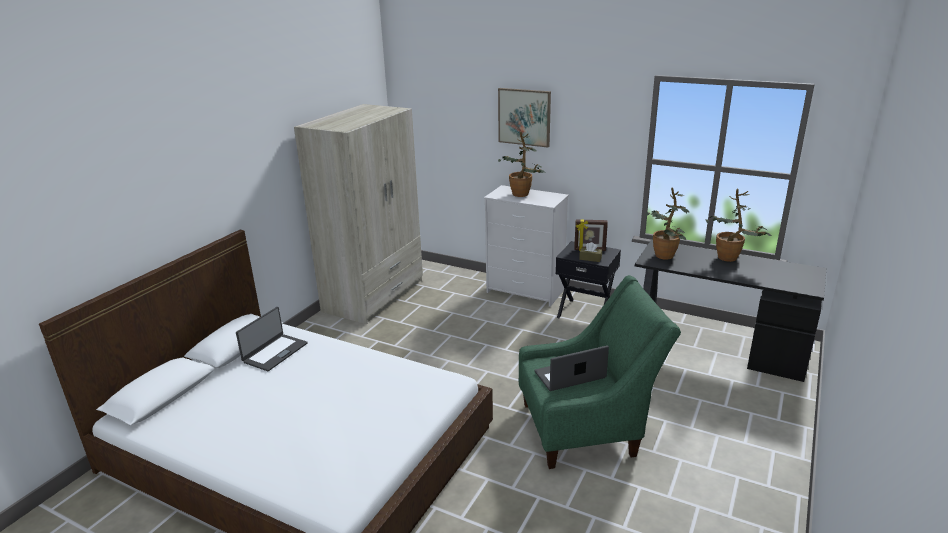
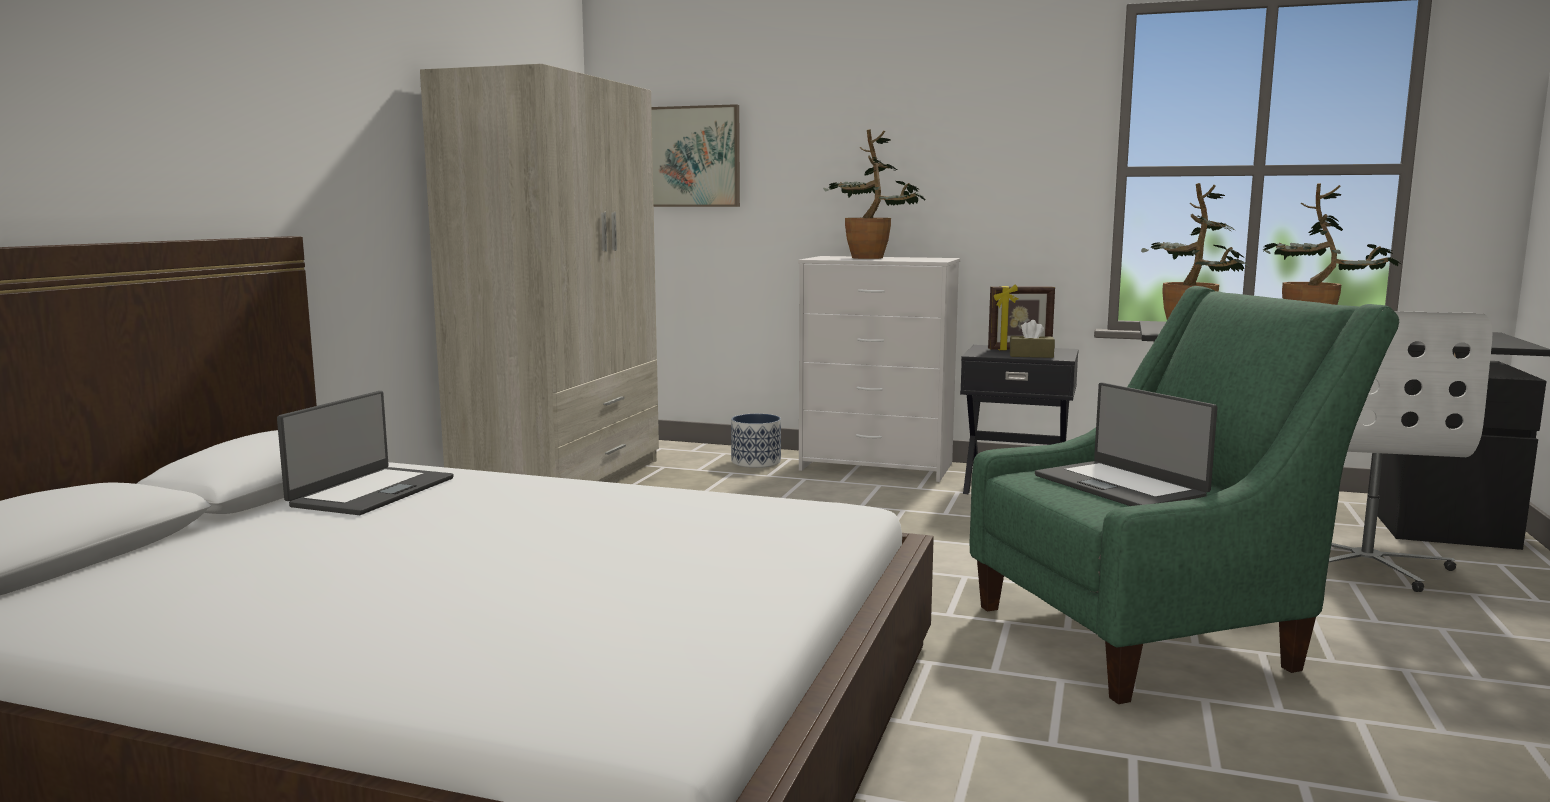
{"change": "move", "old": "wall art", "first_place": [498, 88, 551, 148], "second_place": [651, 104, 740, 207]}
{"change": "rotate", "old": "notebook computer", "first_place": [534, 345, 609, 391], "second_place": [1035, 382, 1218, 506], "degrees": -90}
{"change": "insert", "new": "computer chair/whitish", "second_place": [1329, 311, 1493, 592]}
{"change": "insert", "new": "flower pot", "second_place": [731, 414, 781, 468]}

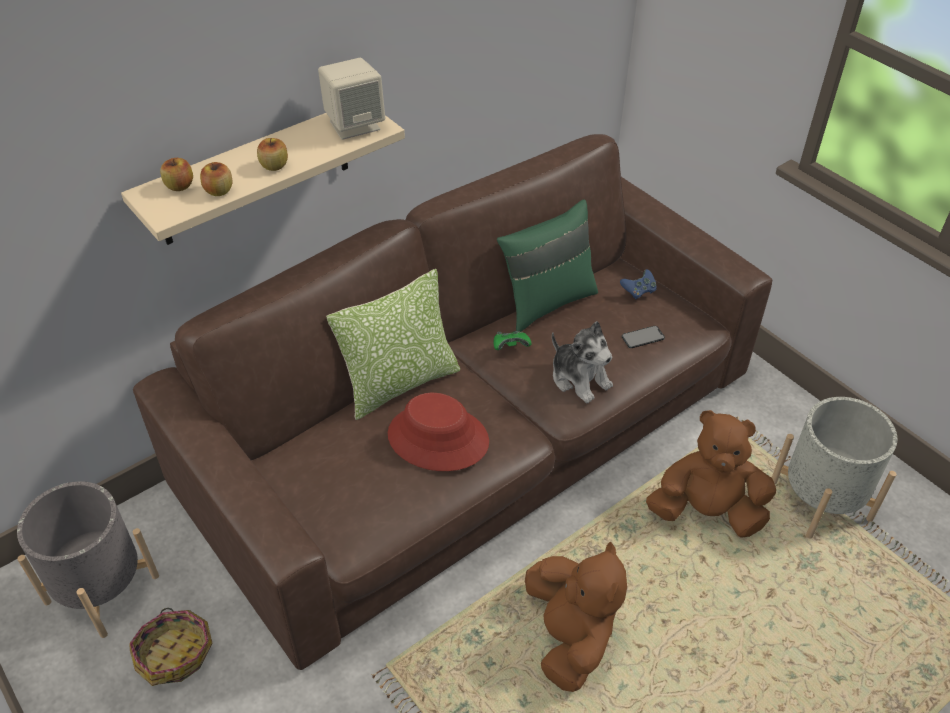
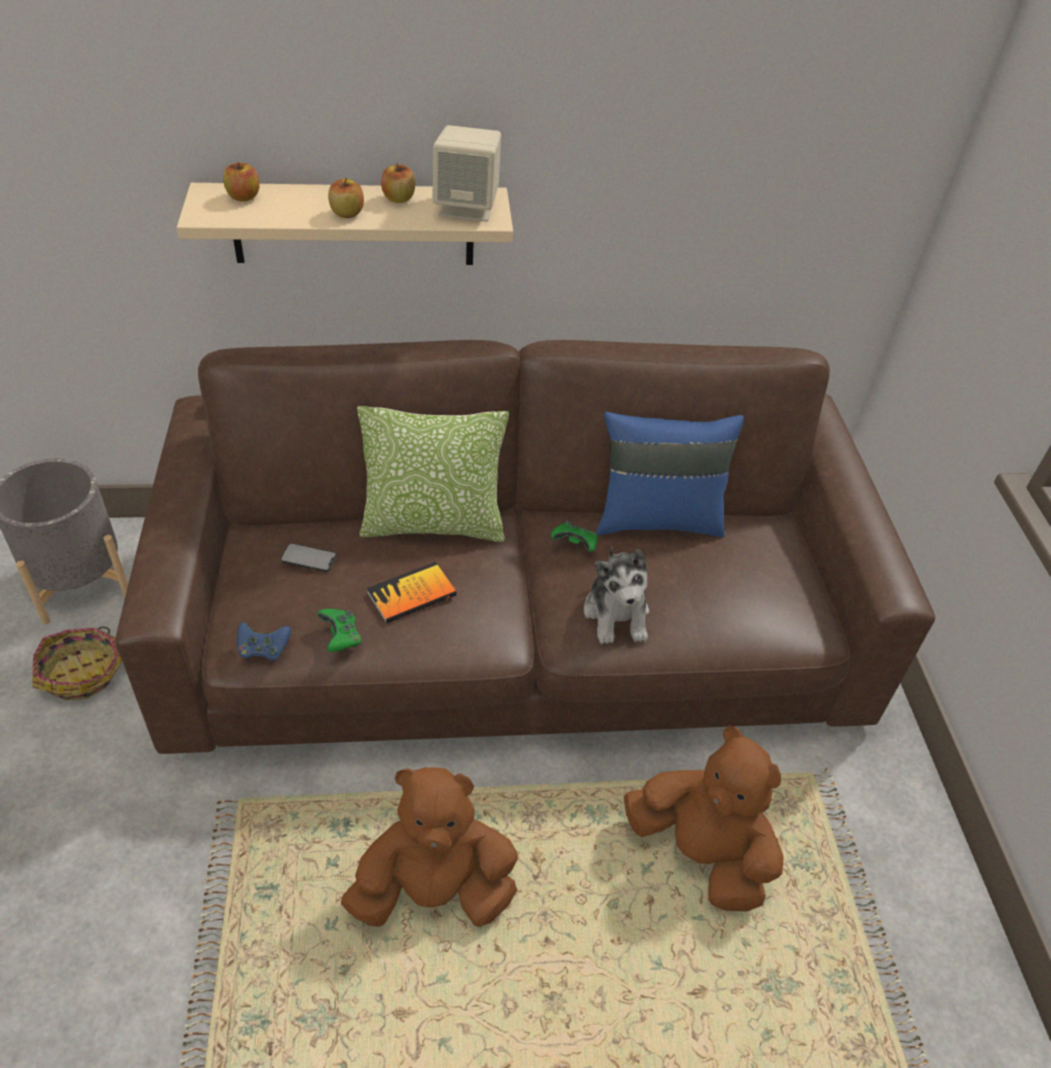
{"change": "move", "old": "apple", "first_place": [200, 162, 232, 196], "second_place": [381, 163, 415, 203]}
{"change": "recolor", "old": "throw pillow/green", "new": "throw pillow/bluish", "first_place": [497, 199, 598, 332], "second_place": [596, 412, 744, 537]}
{"change": "move", "old": "joypad/bluish", "first_place": [620, 269, 657, 299], "second_place": [237, 622, 291, 661]}
{"change": "move", "old": "telephone", "first_place": [622, 326, 665, 348], "second_place": [280, 543, 337, 572]}
{"change": "replace", "old": "clothing hat/reddish", "new": "bound book", "first_place": [388, 393, 489, 471], "second_place": [367, 562, 457, 624]}
{"change": "delete", "old": "flower pot/greyish", "first_place": [772, 397, 897, 539]}
{"change": "rotate", "old": "soft toy/brownish", "first_place": [525, 541, 627, 692], "second_place": [341, 767, 518, 927], "degrees": -120}
{"change": "insert", "new": "joypad/green", "second_place": [317, 609, 362, 652]}

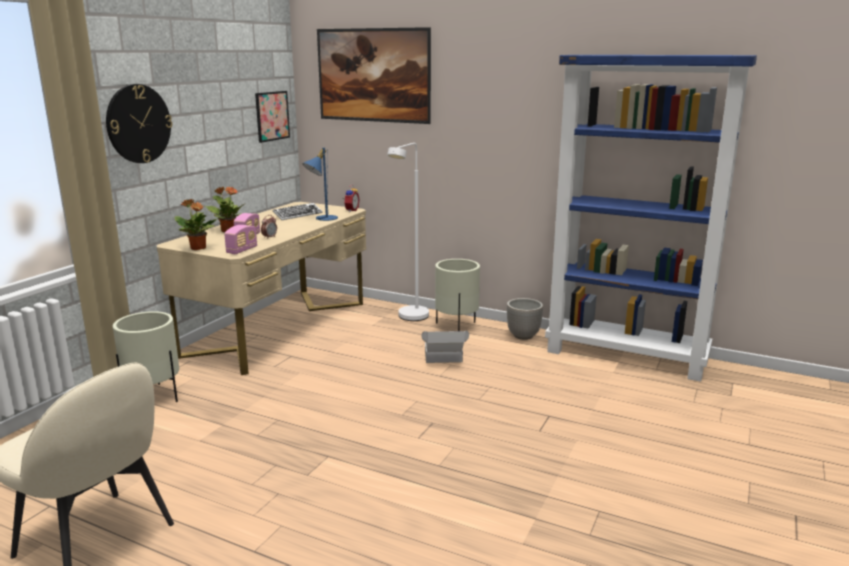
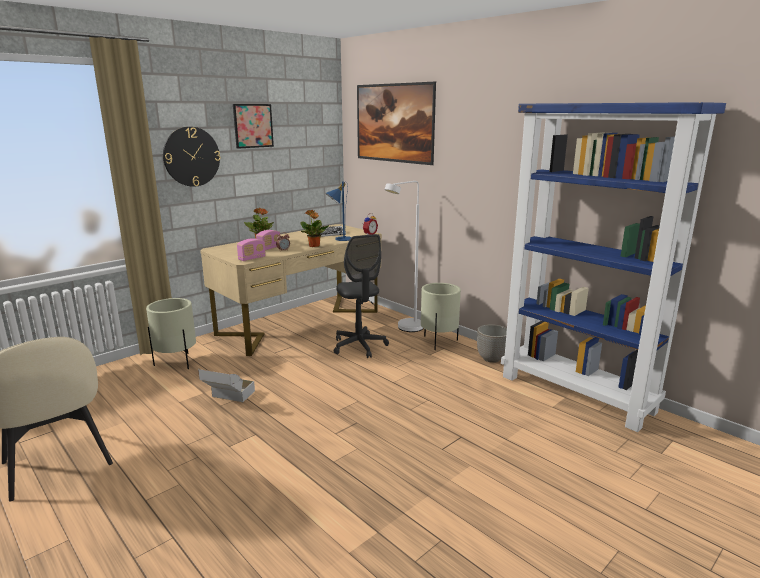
{"change": "move", "old": "wall art", "first_place": [255, 91, 290, 143], "second_place": [233, 104, 274, 149]}
{"change": "move", "old": "potted plant", "first_place": [174, 199, 218, 250], "second_place": [300, 210, 329, 247]}
{"change": "move", "old": "packing box", "first_place": [421, 331, 469, 363], "second_place": [198, 369, 255, 402]}
{"change": "insert", "new": "computer chair/greyish", "second_place": [334, 234, 389, 358]}

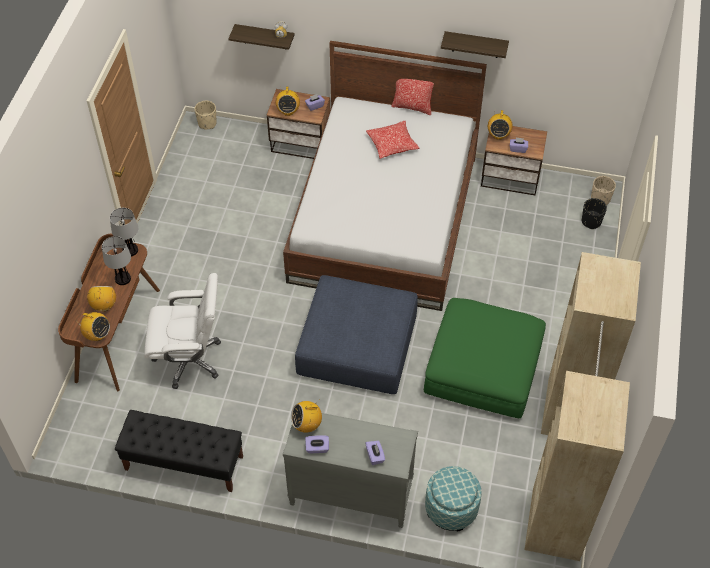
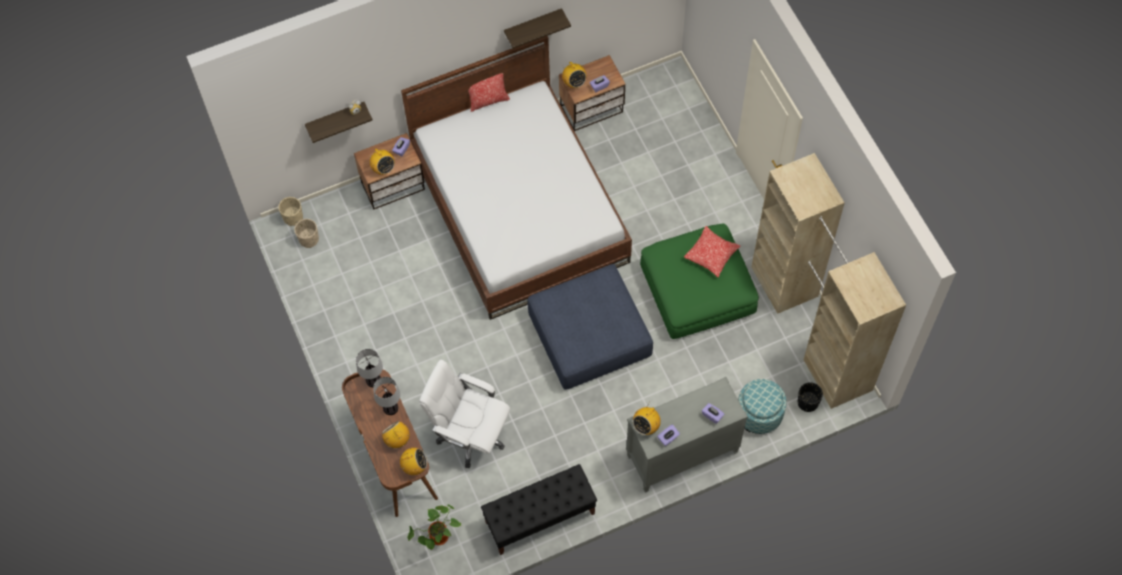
{"change": "move", "old": "throw pillow", "first_place": [366, 121, 420, 159], "second_place": [684, 226, 740, 277]}
{"change": "move", "old": "flower pot/sand-coloured", "first_place": [591, 176, 616, 205], "second_place": [294, 219, 319, 248]}
{"change": "move", "old": "flower pot/black-coloured", "first_place": [582, 198, 607, 229], "second_place": [798, 382, 823, 412]}
{"change": "rotate", "old": "computer chair/whitish", "first_place": [144, 273, 221, 389], "second_place": [419, 360, 510, 468], "degrees": -120}
{"change": "insert", "new": "potted plant", "second_place": [408, 504, 462, 549]}

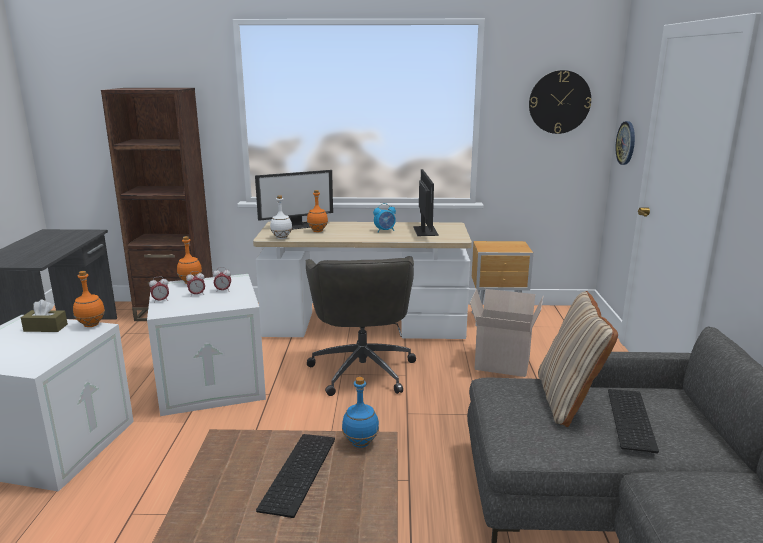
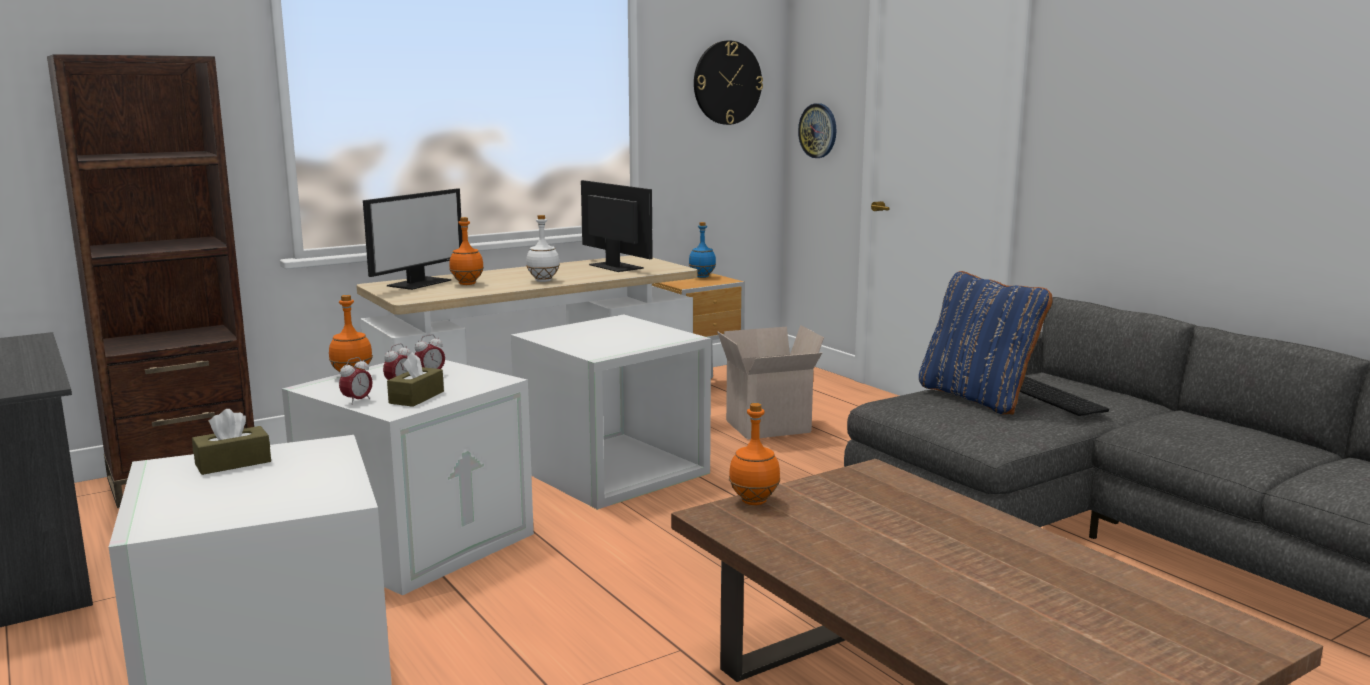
{"change": "move", "old": "beverage bottle/whitish", "first_place": [270, 195, 292, 239], "second_place": [526, 215, 560, 282]}
{"change": "delete", "old": "table clock", "first_place": [373, 203, 396, 232]}
{"change": "replace", "old": "computer chair/greyish", "new": "storage box/whitish", "first_place": [305, 256, 416, 396], "second_place": [511, 314, 711, 510]}
{"change": "move", "old": "beverage bottle/orange", "first_place": [73, 271, 105, 327], "second_place": [729, 403, 780, 505]}
{"change": "recolor", "old": "throw pillow/sand-coloured", "new": "throw pillow/bluish", "first_place": [538, 291, 618, 427], "second_place": [919, 271, 1052, 415]}
{"change": "move", "old": "beverage bottle/bluish", "first_place": [342, 377, 379, 448], "second_place": [689, 222, 716, 278]}
{"change": "delete", "old": "computer keyboard", "first_place": [256, 434, 335, 518]}
{"change": "insert", "new": "tissue holder/brownish", "second_place": [387, 352, 444, 407]}

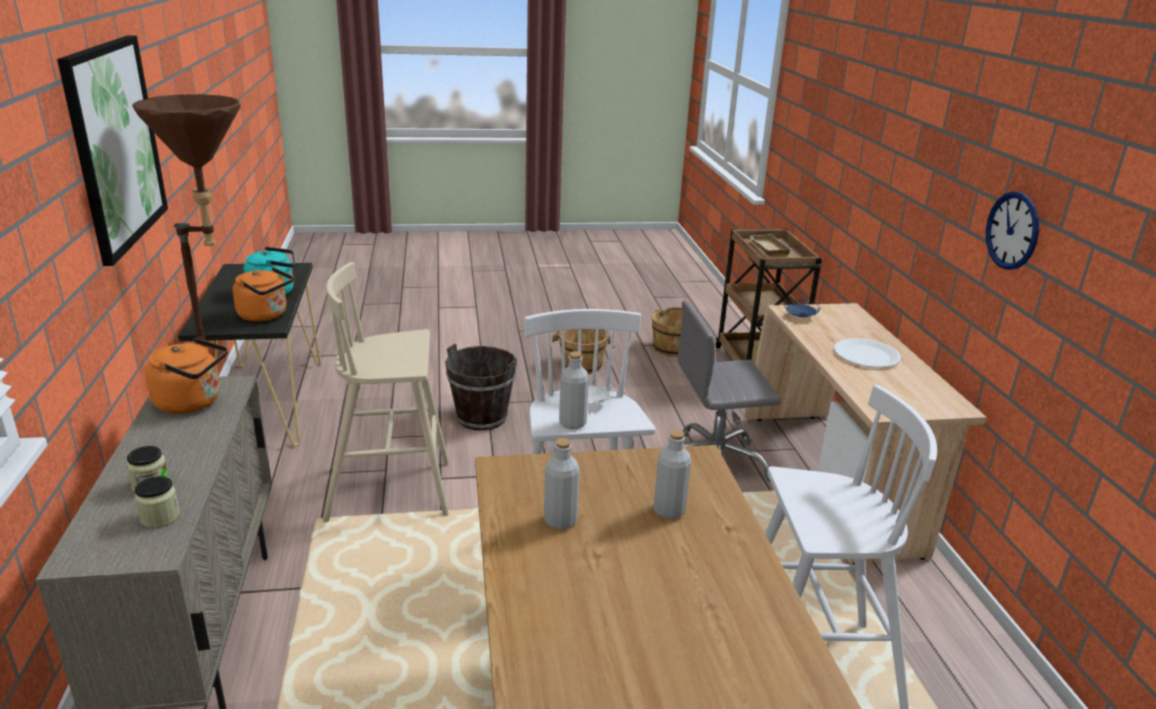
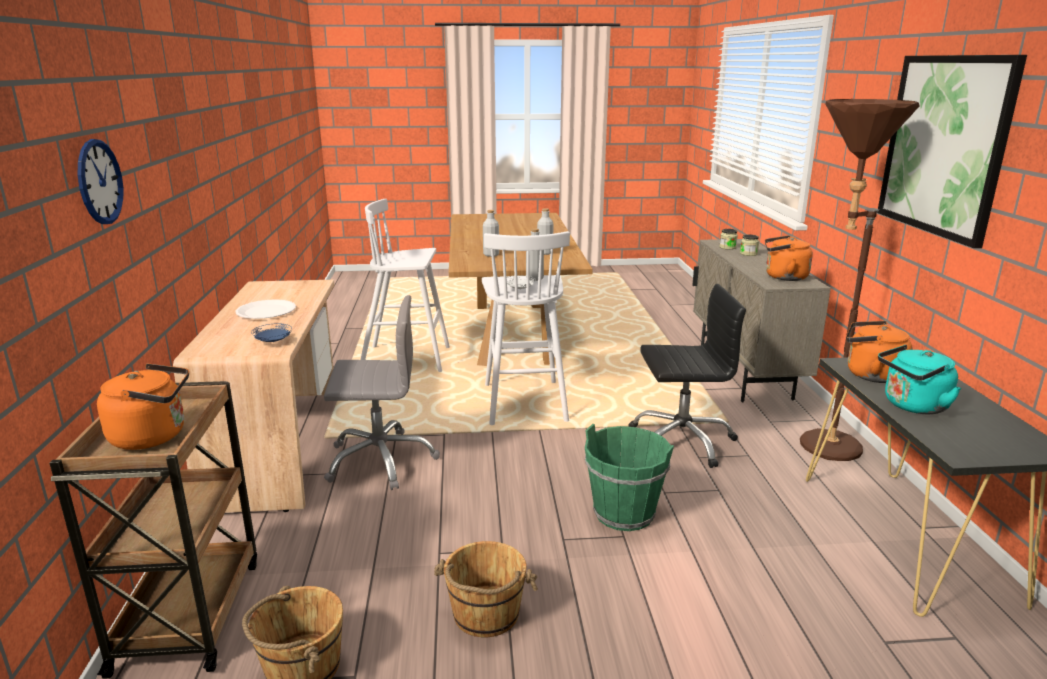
{"change": "move", "old": "clock on the wall", "first_place": [986, 192, 1039, 270], "second_place": [78, 139, 124, 224]}
{"change": "replace", "old": "tray/sand-coloured", "new": "kettle/orange", "first_place": [749, 234, 793, 256], "second_place": [97, 363, 189, 450]}
{"change": "replace", "old": "stool/sand-coloured", "new": "computer chair/black-coloured", "first_place": [322, 262, 449, 522], "second_place": [628, 284, 746, 468]}
{"change": "recolor", "old": "bucket/brownish", "new": "bucket/green", "first_place": [445, 344, 517, 431], "second_place": [585, 424, 674, 531]}

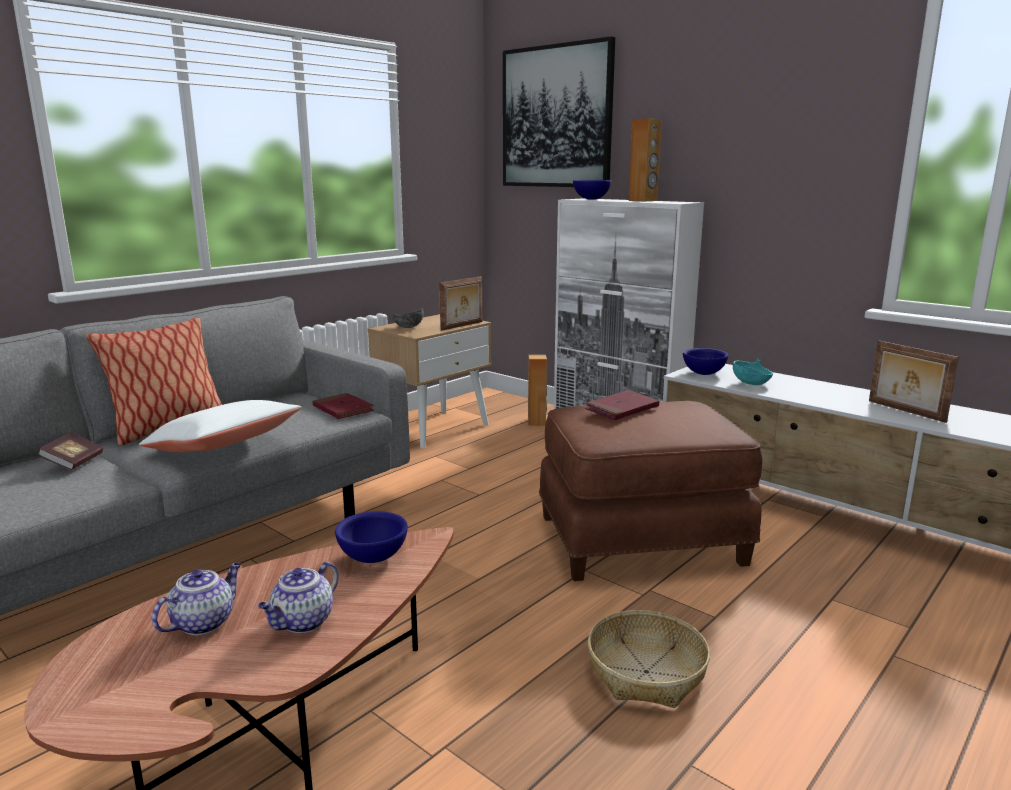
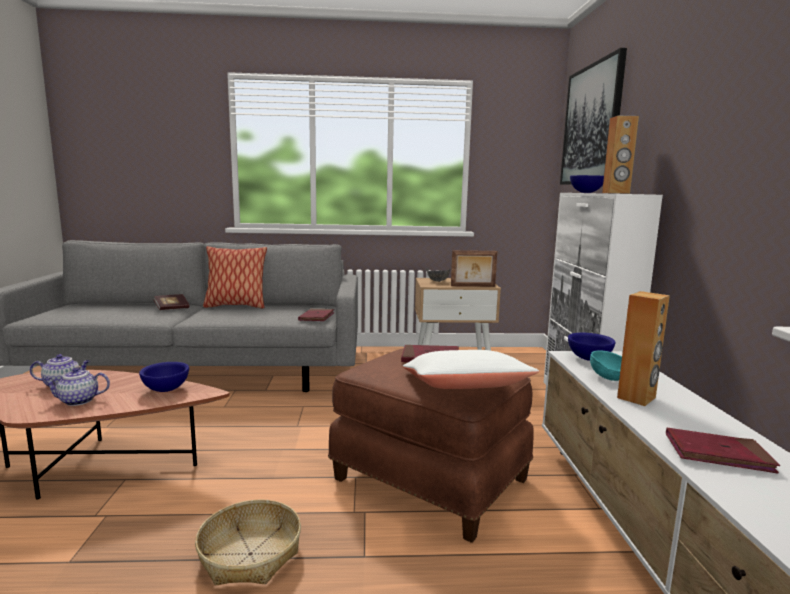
{"change": "replace", "old": "photo frame", "new": "bound book/reddish", "first_place": [869, 341, 959, 423], "second_place": [666, 428, 780, 473]}
{"change": "move", "old": "loudspeaker/brownish", "first_place": [528, 355, 547, 425], "second_place": [617, 291, 670, 406]}
{"change": "move", "old": "throw pillow/whitish", "first_place": [139, 400, 302, 453], "second_place": [403, 350, 539, 389]}

